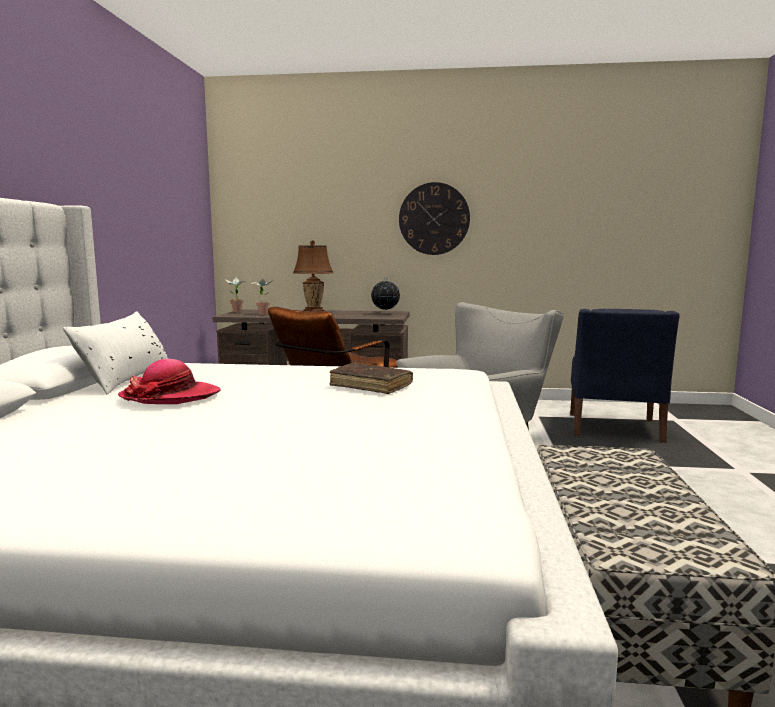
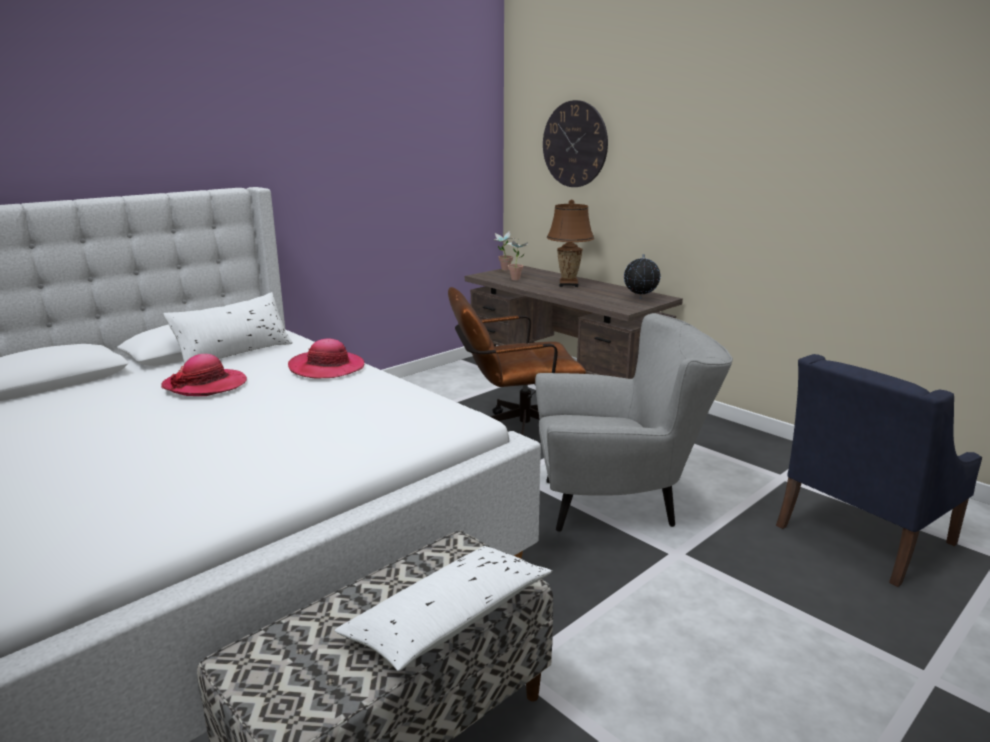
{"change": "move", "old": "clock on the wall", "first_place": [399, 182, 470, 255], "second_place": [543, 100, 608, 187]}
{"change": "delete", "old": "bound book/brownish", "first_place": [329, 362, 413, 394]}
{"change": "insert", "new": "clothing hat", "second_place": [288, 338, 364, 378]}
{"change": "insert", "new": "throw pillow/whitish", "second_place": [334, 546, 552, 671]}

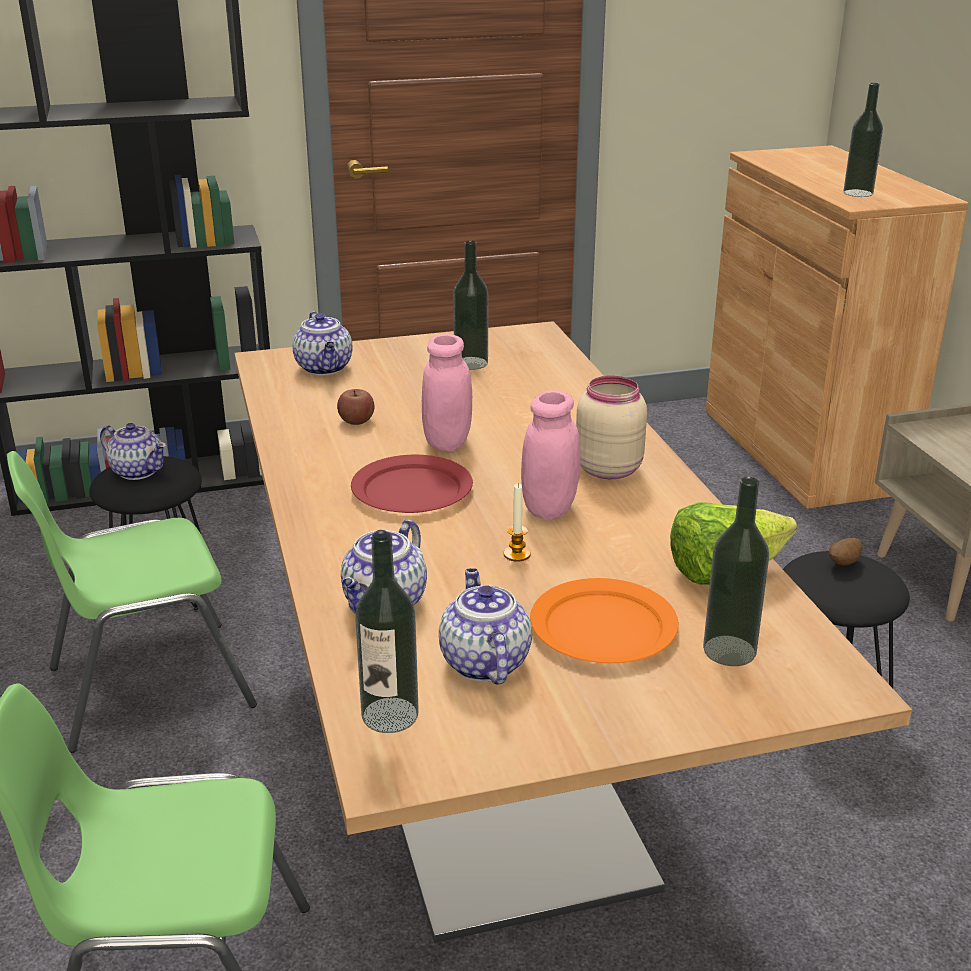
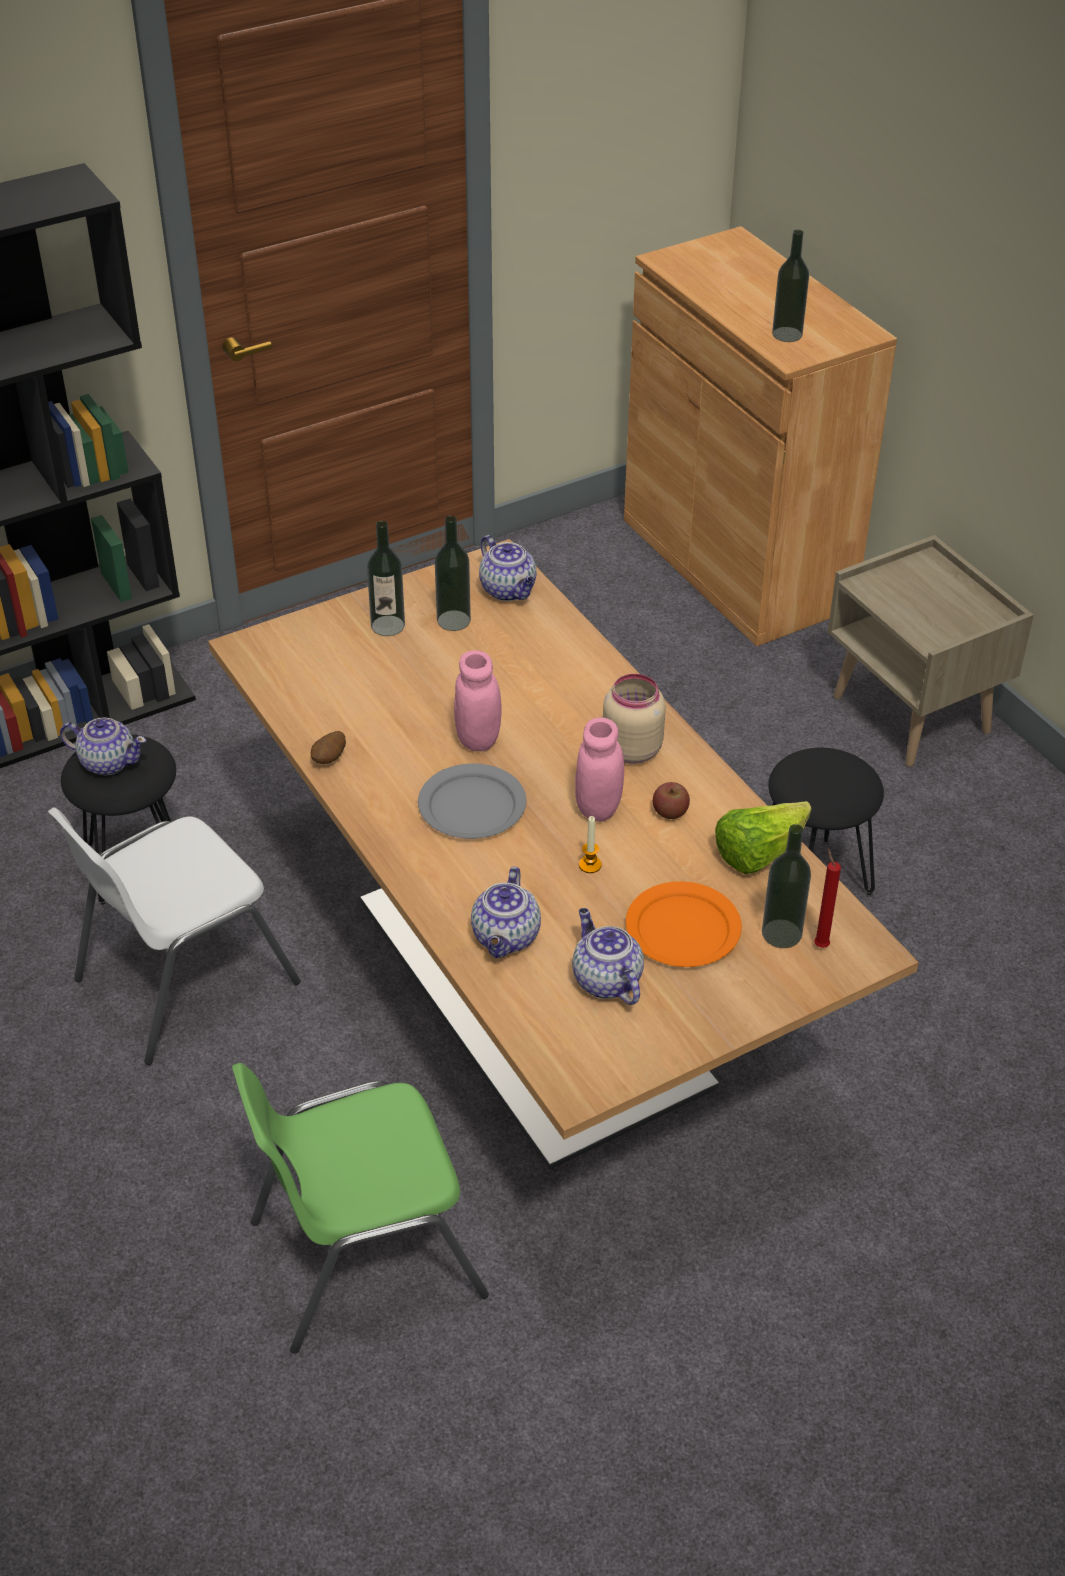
{"change": "move", "old": "tea pot", "first_place": [292, 311, 353, 375], "second_place": [479, 535, 537, 601]}
{"change": "move", "old": "apple", "first_place": [337, 389, 374, 425], "second_place": [653, 782, 690, 819]}
{"change": "recolor", "old": "chair/green", "new": "chair/whitish", "first_place": [7, 451, 257, 753], "second_place": [48, 808, 300, 1065]}
{"change": "recolor", "old": "plate/reddish", "new": "plate/greyish", "first_place": [351, 455, 473, 513], "second_place": [418, 763, 527, 839]}
{"change": "move", "old": "beverage bottle", "first_place": [355, 531, 419, 733], "second_place": [367, 521, 405, 636]}
{"change": "move", "old": "potato", "first_place": [829, 538, 862, 566], "second_place": [311, 731, 346, 764]}
{"change": "insert", "new": "wax light/reddish", "second_place": [814, 848, 841, 948]}

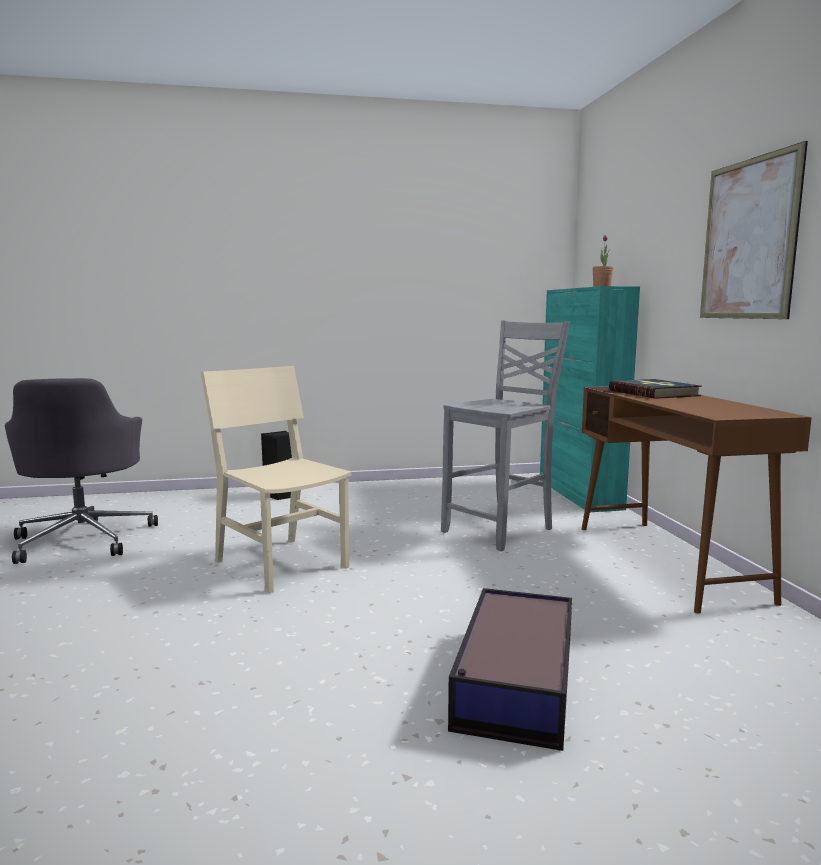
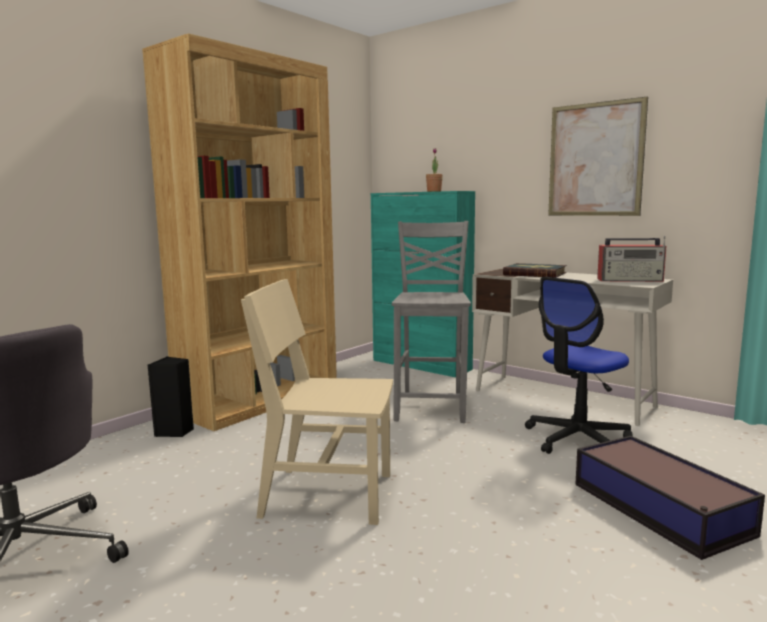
{"change": "recolor", "old": "desk unit/brownish", "new": "desk unit/whitish", "first_place": [582, 386, 812, 613], "second_place": [472, 268, 673, 426]}
{"change": "insert", "new": "shelving unit/brownish", "second_place": [142, 33, 337, 431]}
{"change": "insert", "new": "radio set", "second_place": [597, 236, 666, 282]}
{"change": "insert", "new": "computer chair", "second_place": [525, 277, 632, 454]}

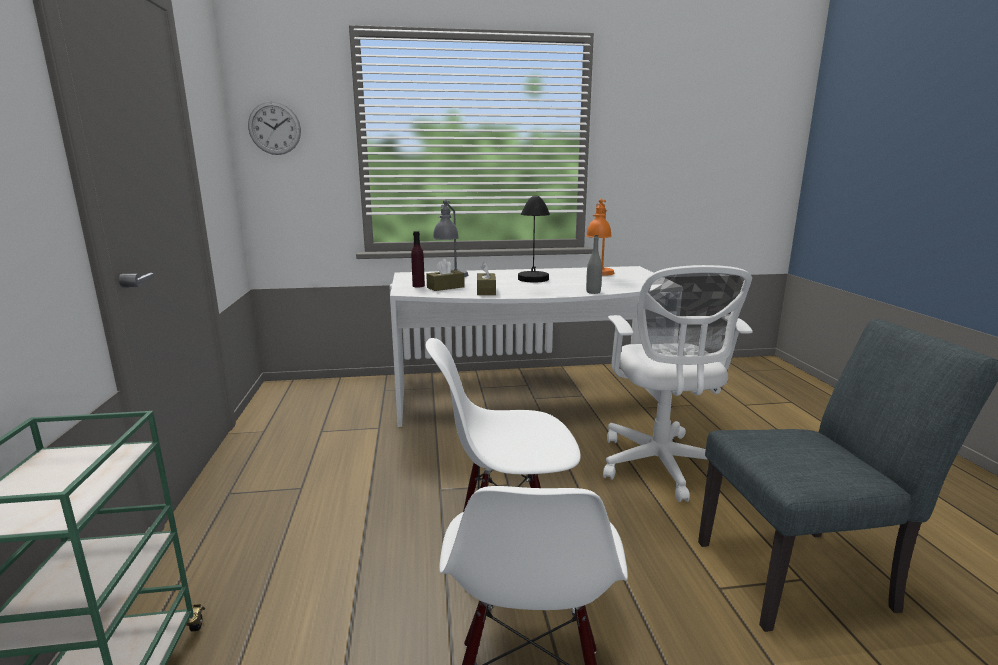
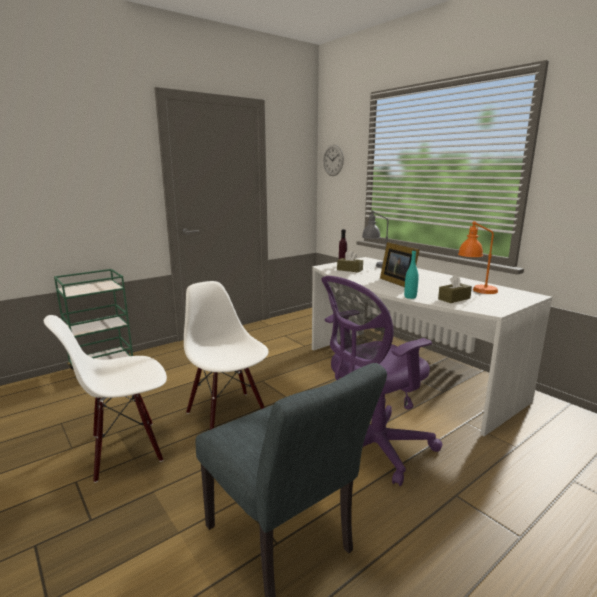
{"change": "replace", "old": "tabletop lamp/black-coloured", "new": "photo frame", "first_place": [518, 195, 550, 282], "second_place": [380, 242, 420, 287]}
{"change": "recolor", "old": "beverage bottle/greyish", "new": "beverage bottle/turquoise", "first_place": [586, 235, 602, 294], "second_place": [404, 250, 419, 299]}
{"change": "move", "old": "tissue holder/brownish", "first_place": [477, 262, 496, 295], "second_place": [438, 274, 472, 303]}
{"change": "recolor", "old": "computer chair/whitish", "new": "computer chair/purplish", "first_place": [603, 265, 753, 502], "second_place": [321, 276, 442, 486]}

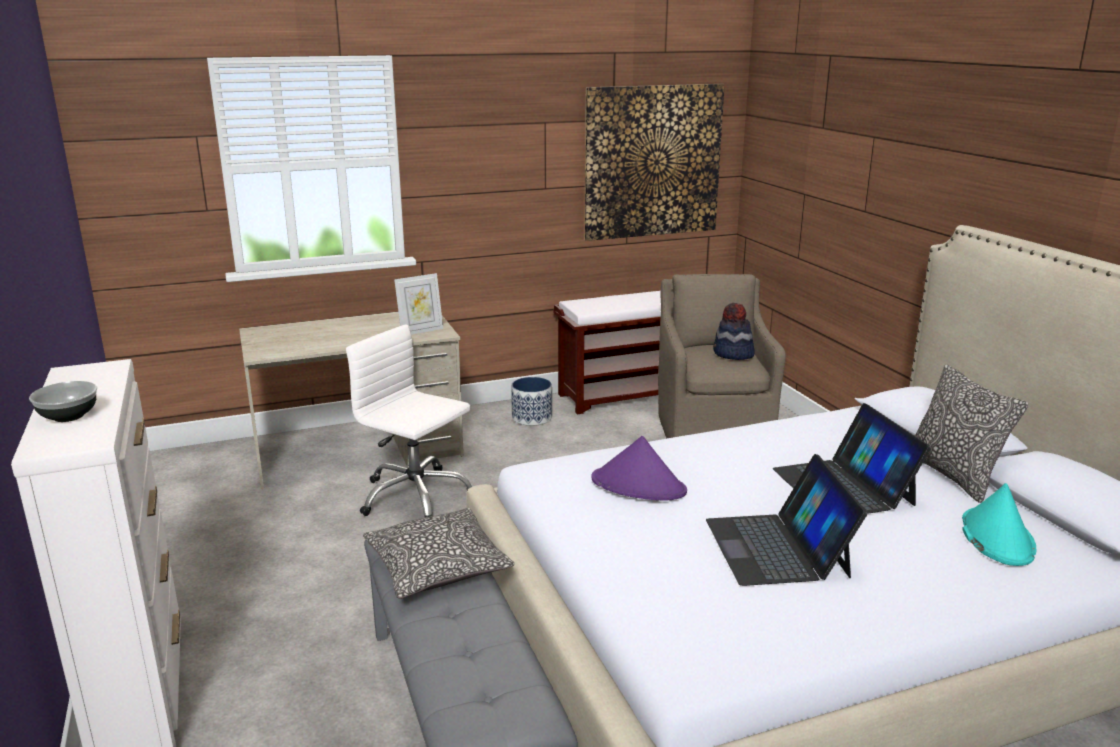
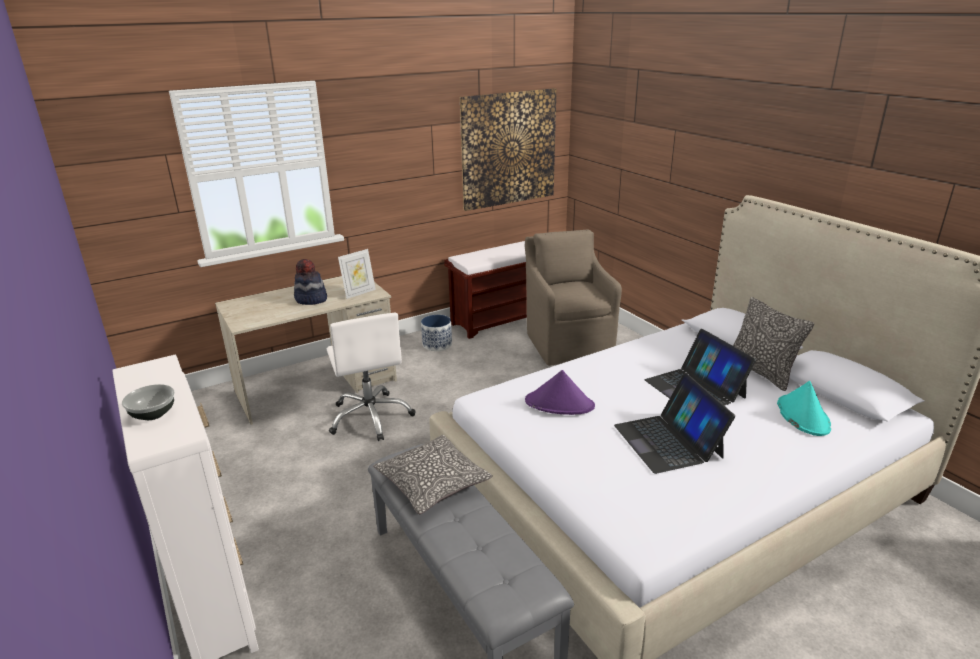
{"change": "move", "old": "clothing hat", "first_place": [713, 303, 755, 360], "second_place": [294, 259, 327, 305]}
{"change": "rotate", "old": "computer chair/whitish", "first_place": [346, 324, 472, 518], "second_place": [327, 313, 415, 441], "degrees": -135}

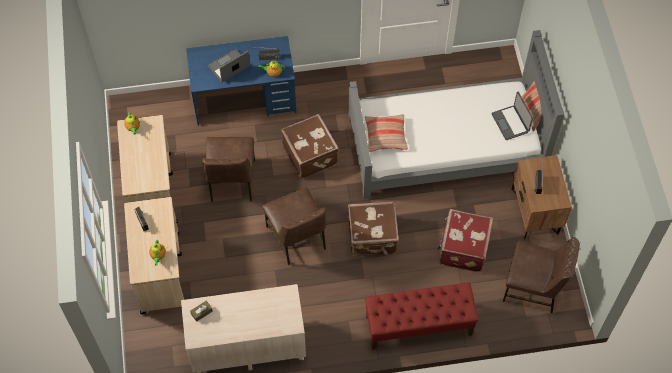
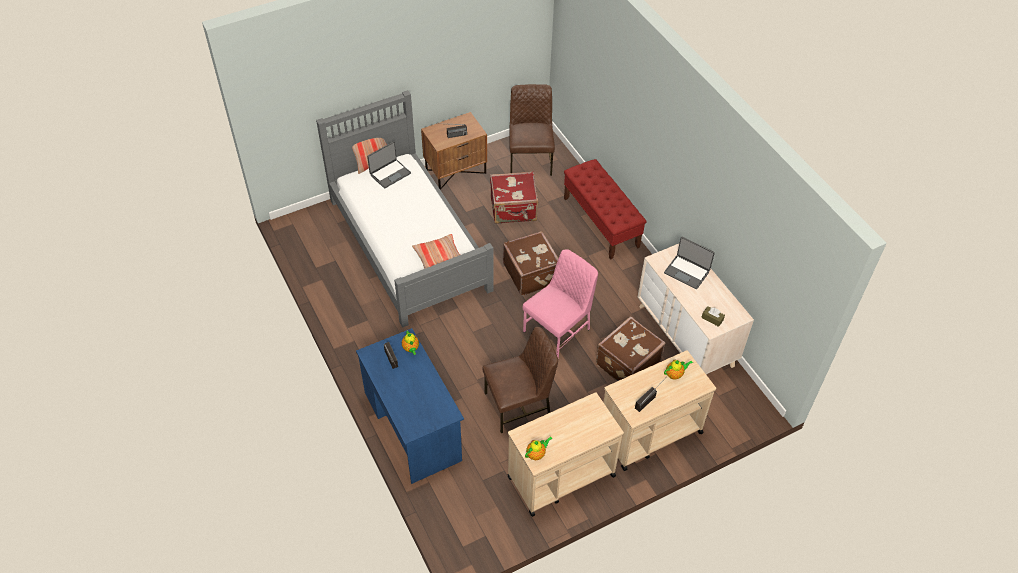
{"change": "move", "old": "notebook computer", "first_place": [208, 49, 250, 83], "second_place": [664, 237, 715, 289]}
{"change": "move", "old": "suitcase/brownish", "first_place": [281, 114, 339, 179], "second_place": [596, 316, 665, 381]}
{"change": "recolor", "old": "chair/brownish", "new": "chair/pink", "first_place": [263, 187, 326, 265], "second_place": [523, 249, 598, 359]}

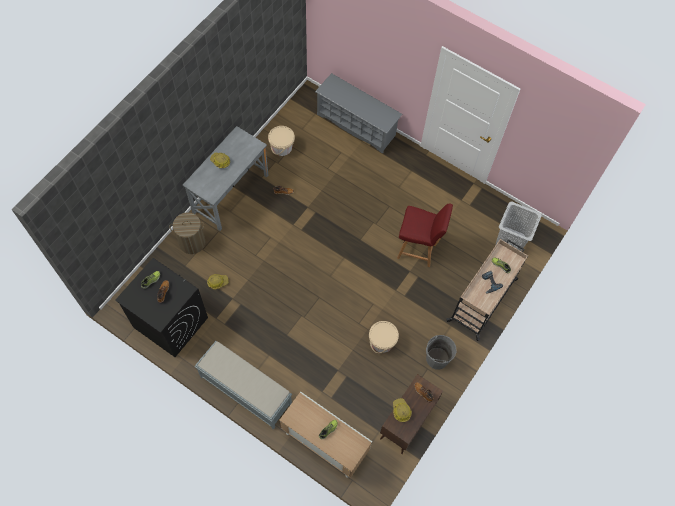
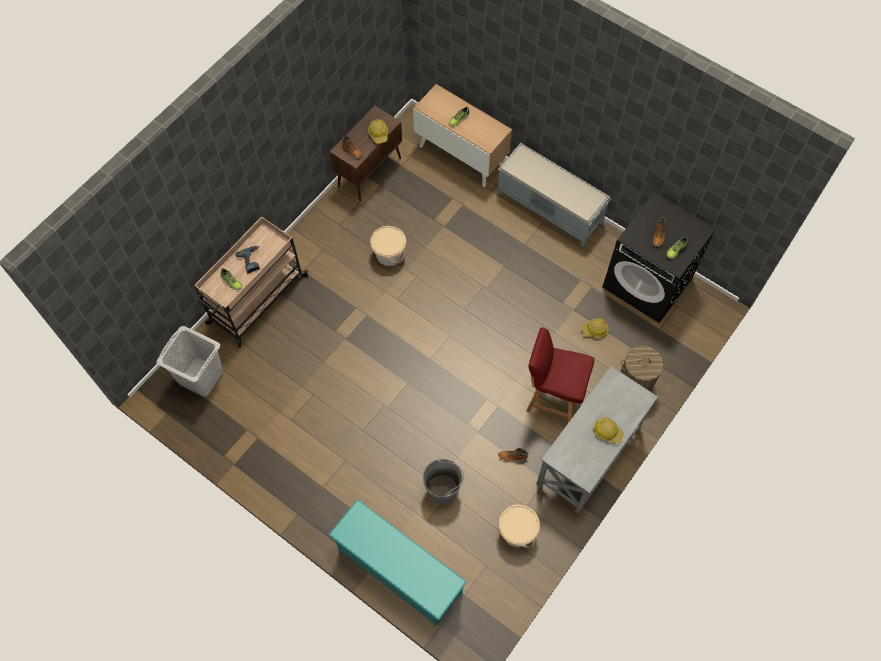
{"change": "recolor", "old": "shoe shelf/greyish", "new": "shoe shelf/turquoise", "first_place": [315, 73, 402, 154], "second_place": [329, 499, 467, 626]}
{"change": "move", "old": "chair/reddish", "first_place": [397, 203, 453, 267], "second_place": [526, 327, 594, 423]}
{"change": "move", "old": "bucket/greyish", "first_place": [426, 335, 456, 370], "second_place": [423, 458, 464, 505]}

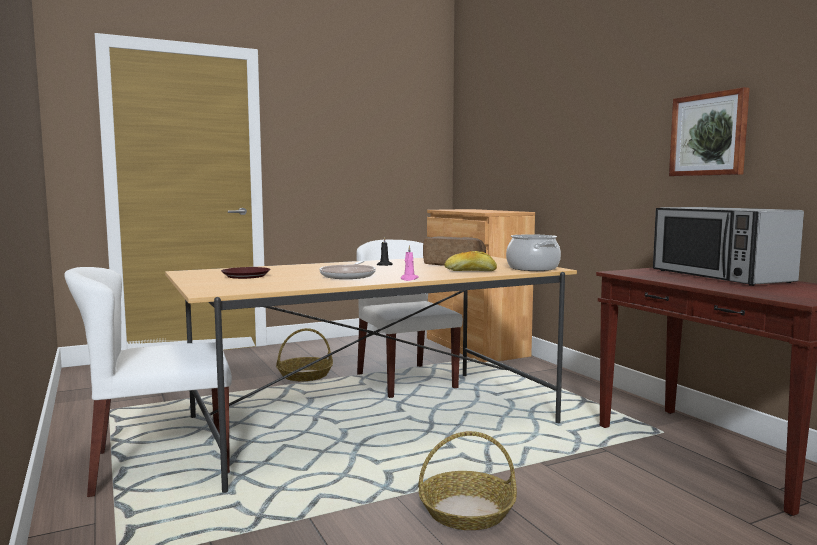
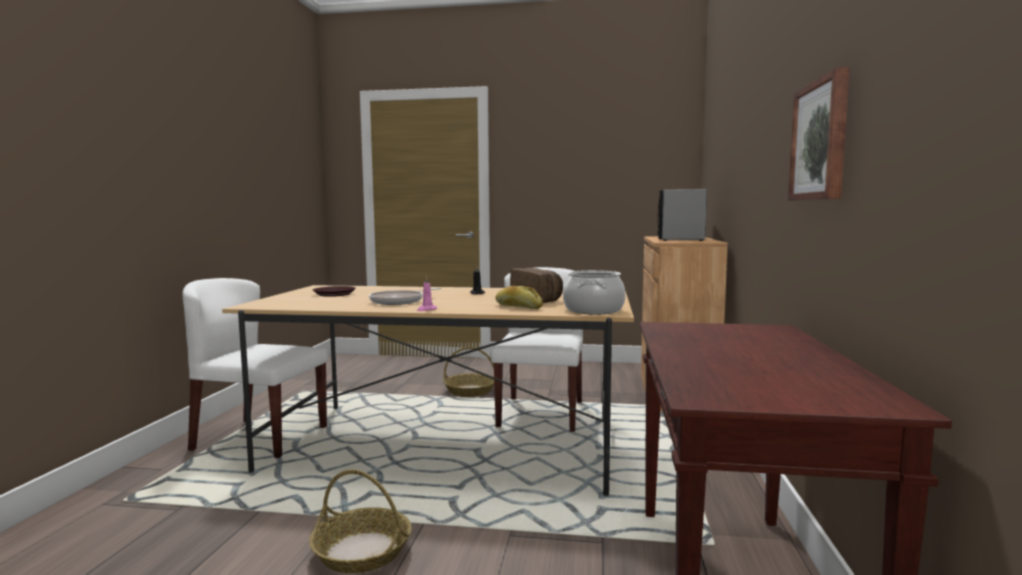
{"change": "move", "old": "microwave", "first_place": [653, 207, 804, 286], "second_place": [658, 189, 707, 241]}

